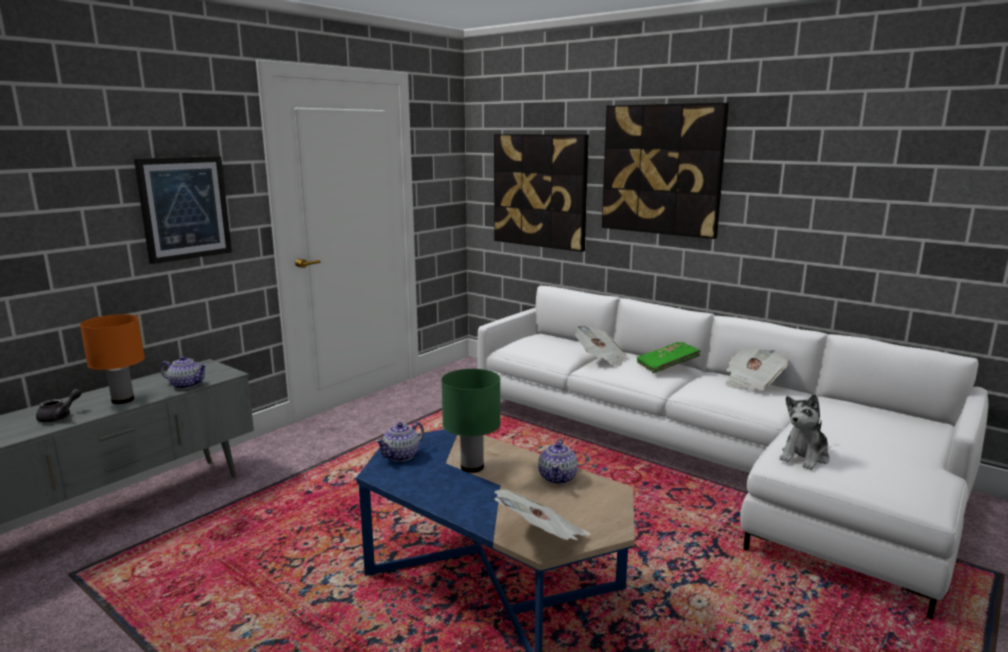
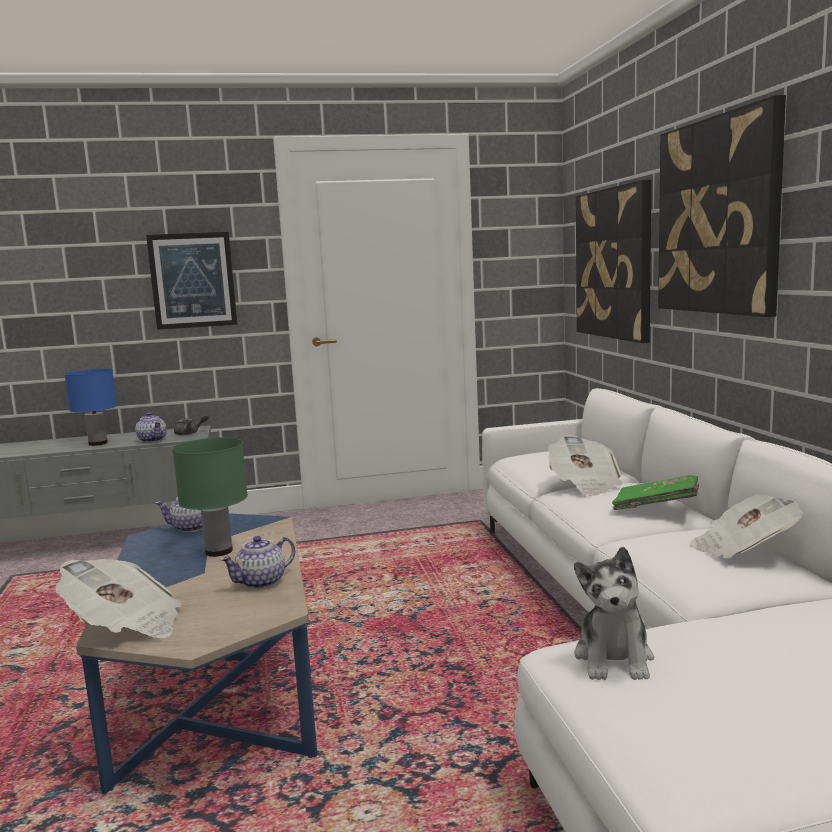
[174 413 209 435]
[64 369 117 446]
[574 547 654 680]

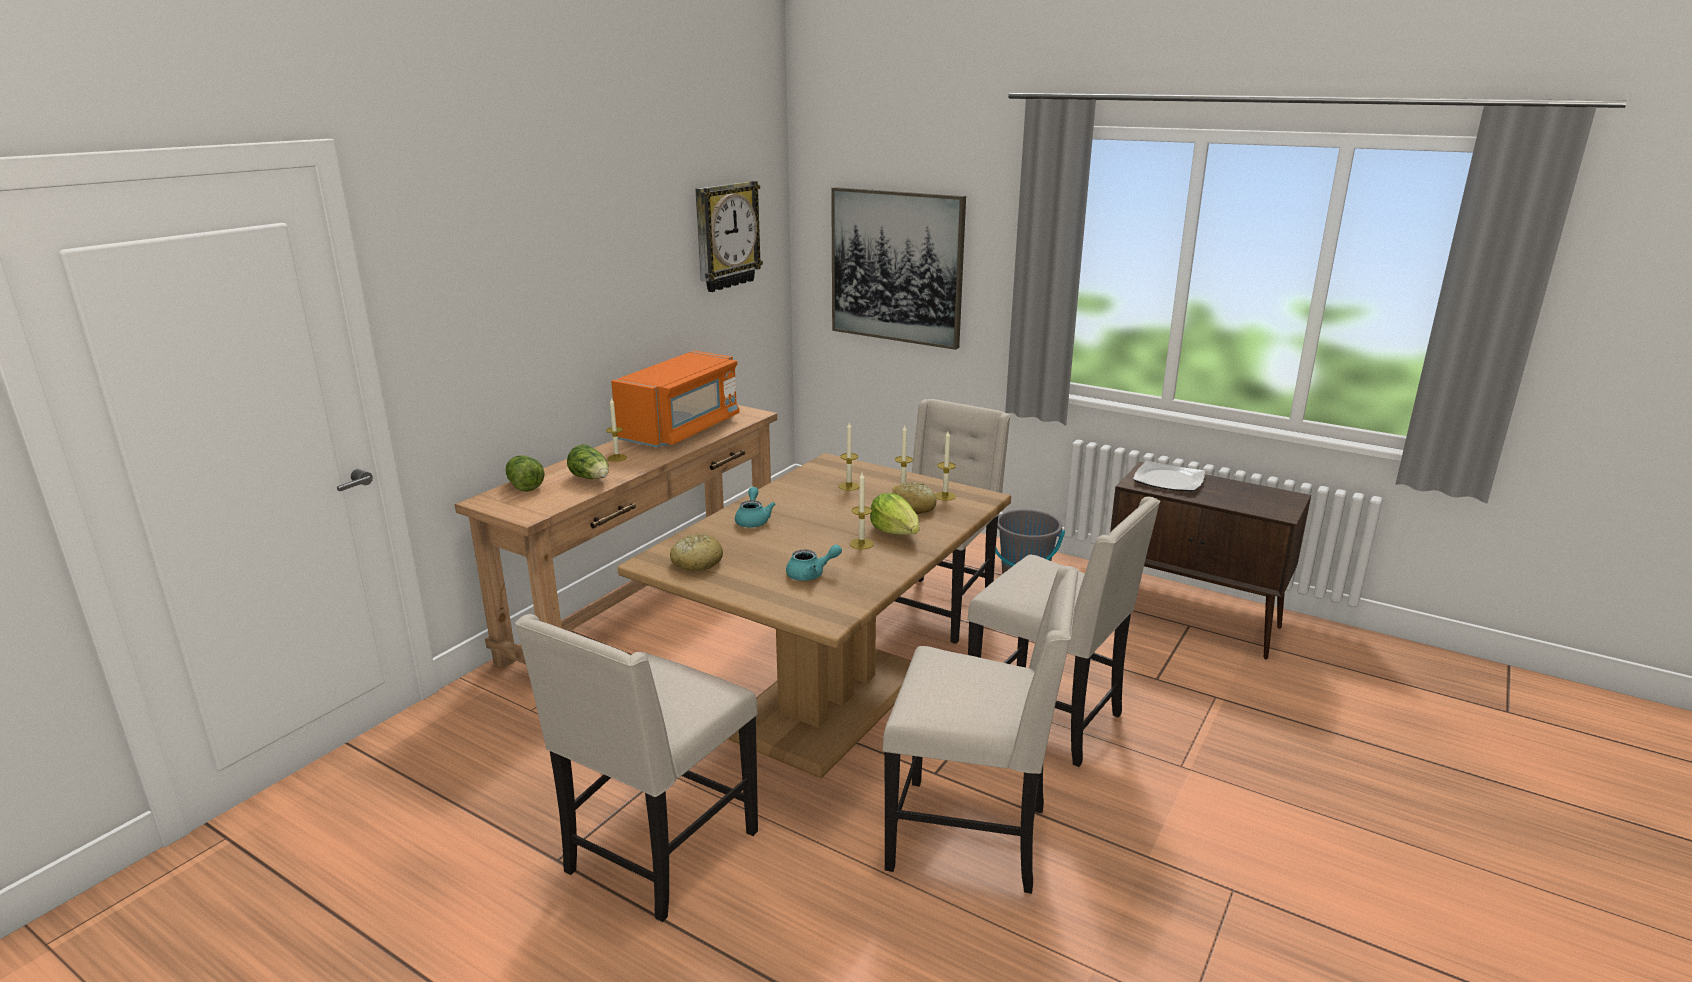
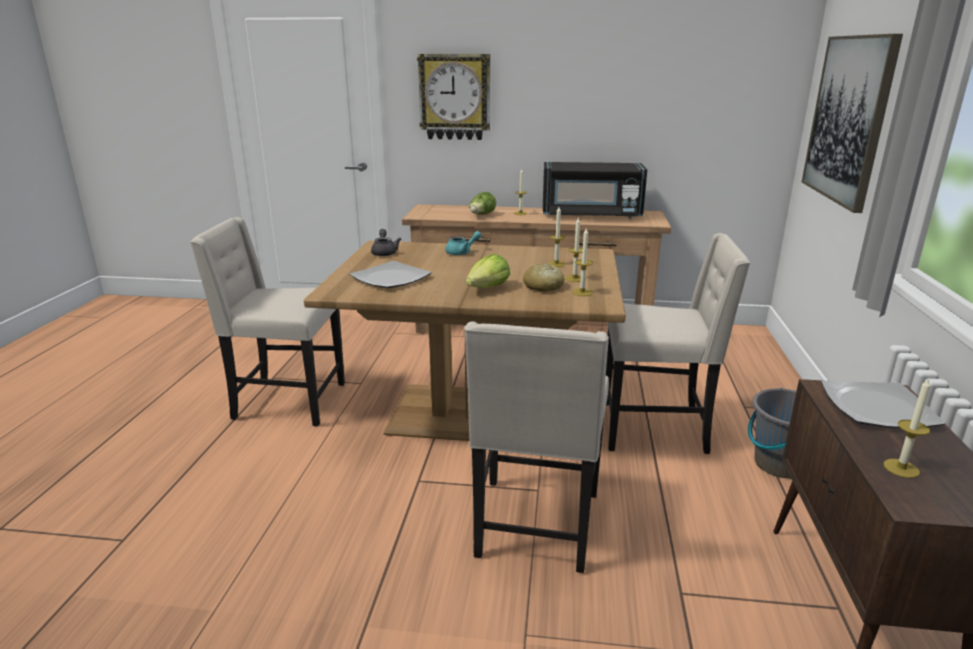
[506 455 544 492] (first image)
[883 566 1079 894] (first image)
[417 54 490 140]
[883 377 930 478]
[371 229 401 256]
[349 261 432 288]
[543 162 647 219]

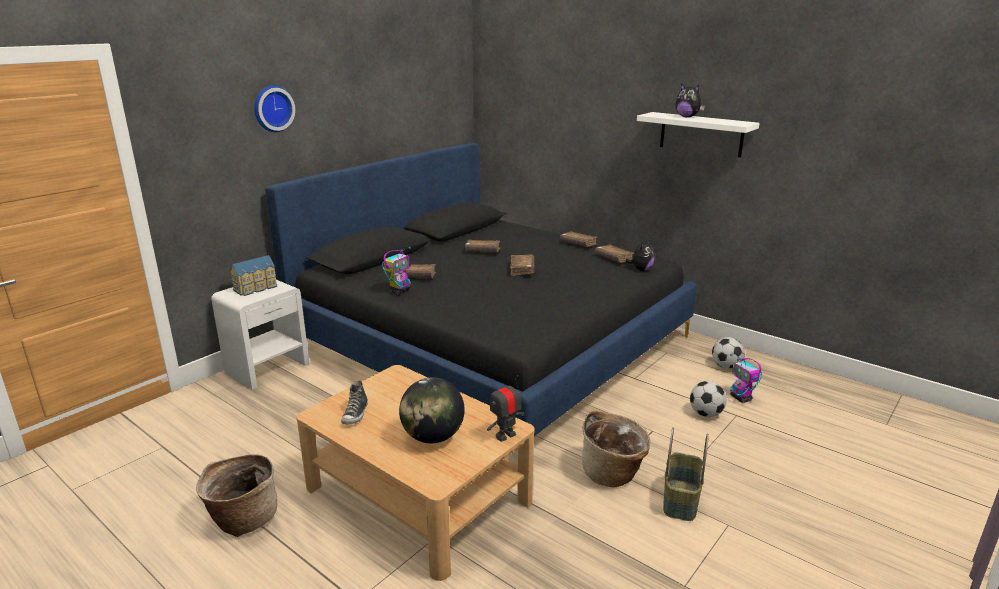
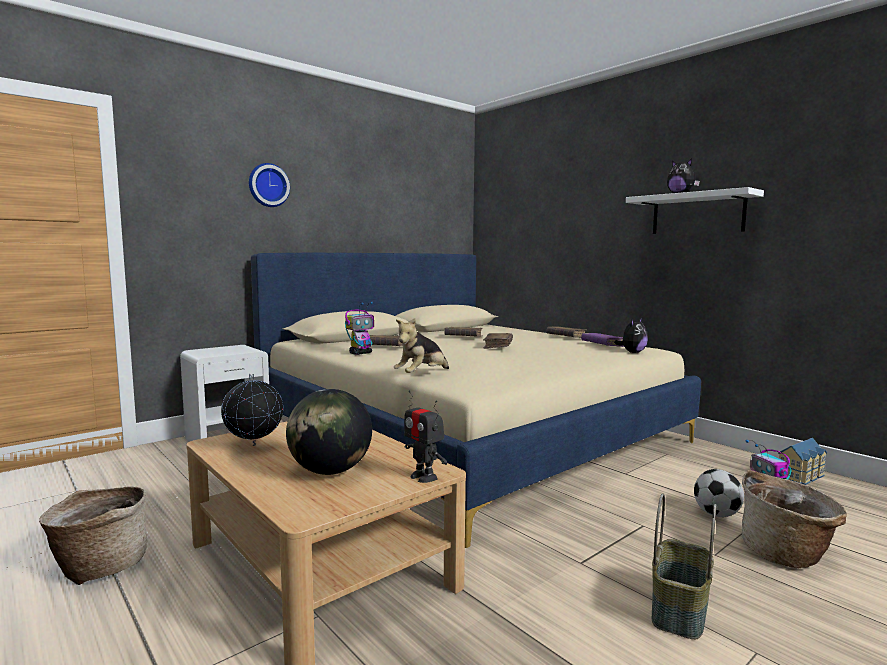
[712 337 745 369] (first image)
[394 318 449 373]
[778 437 827 485]
[742 470 847 568]
[221 374 283 446]
[251 253 701 548]
[581 333 624 347]
[404 391 447 483]

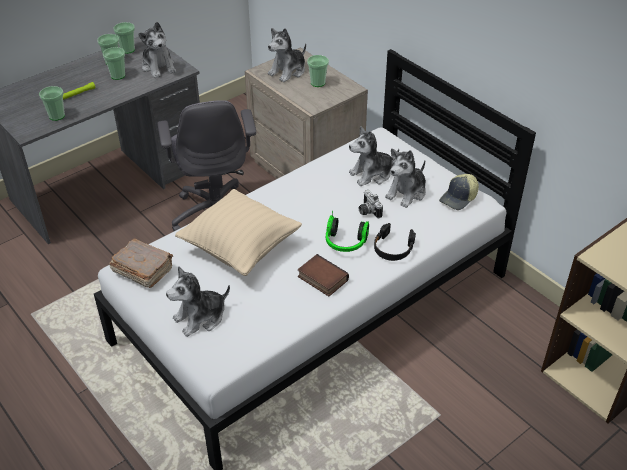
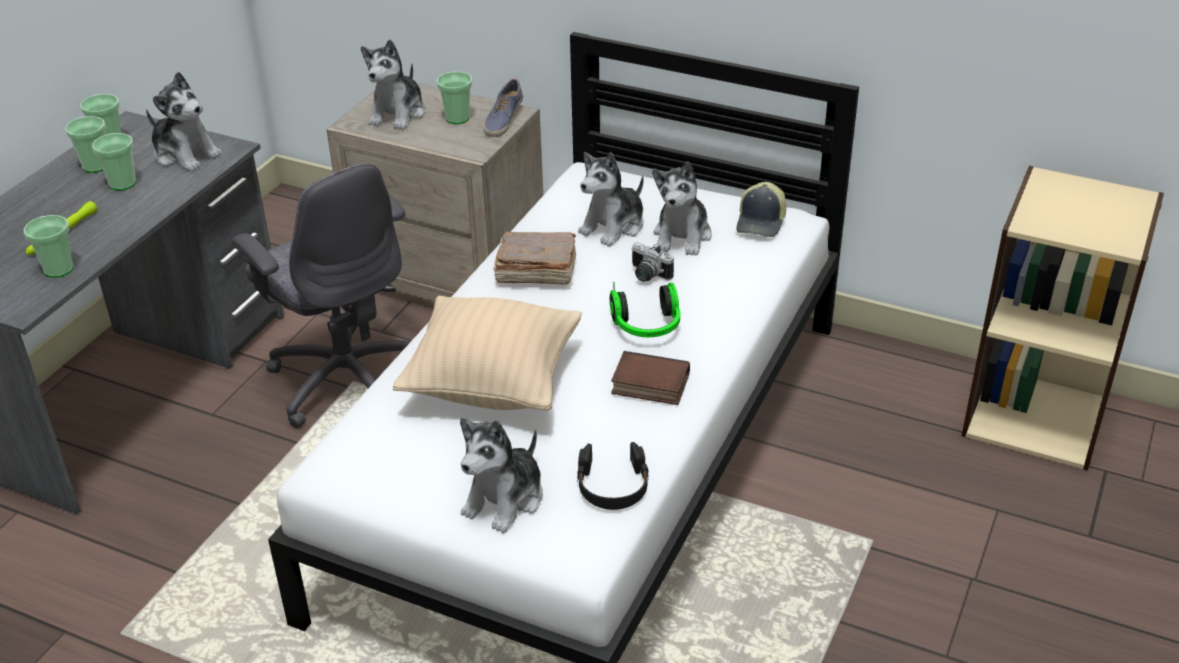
[484 79 523 137]
[494 231 576 284]
[577 442 648 510]

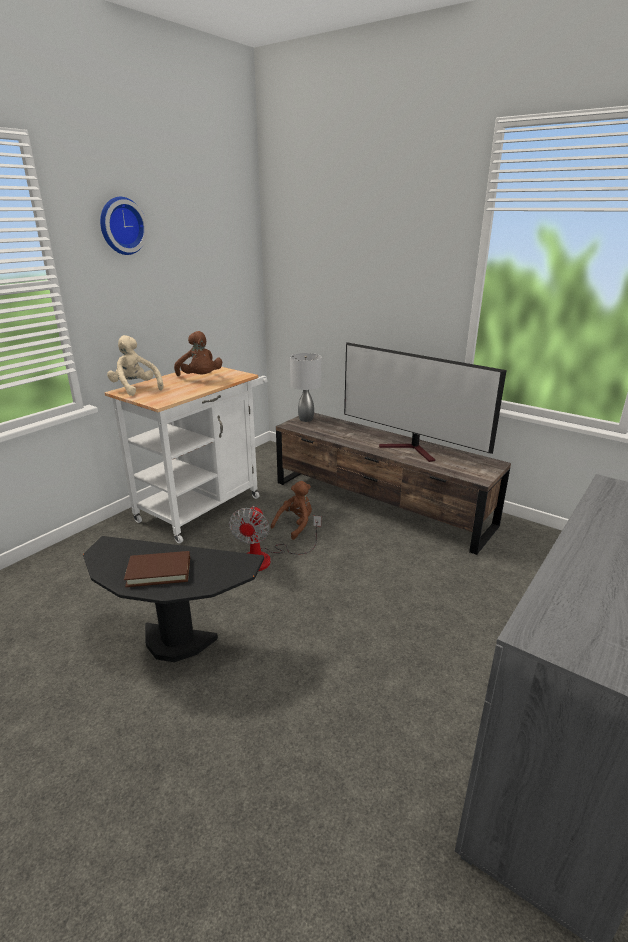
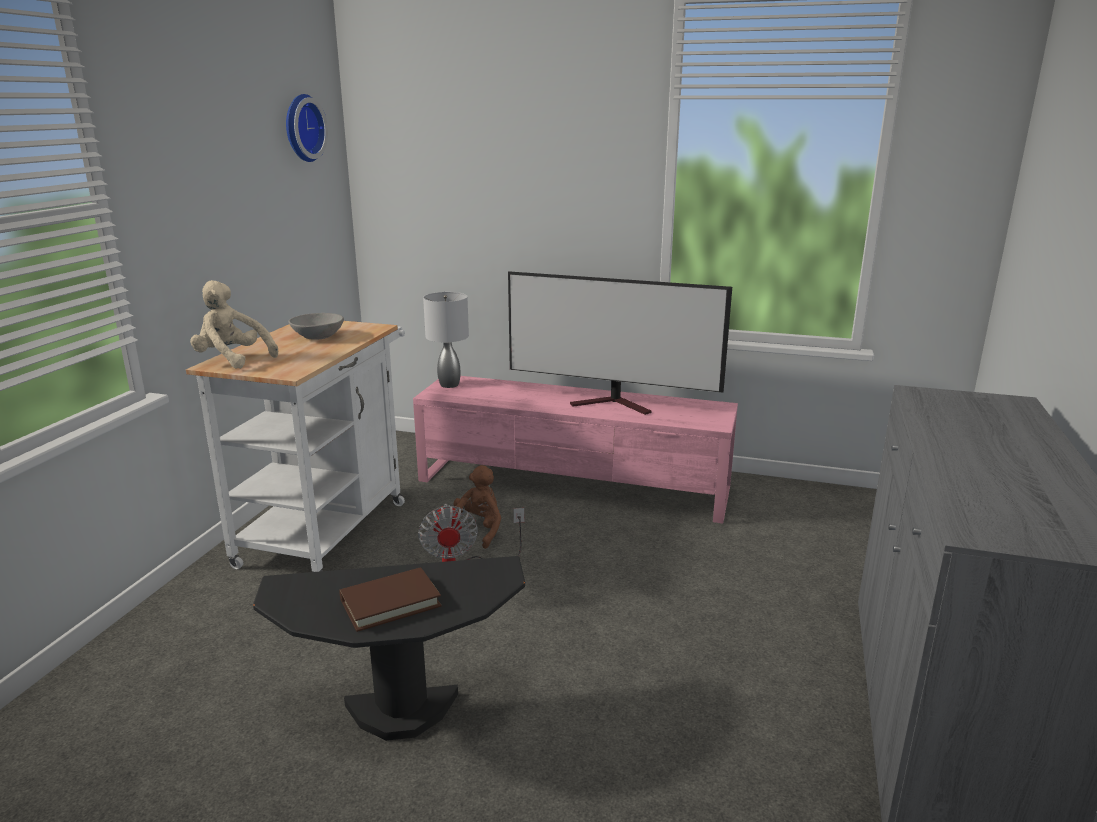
[286 94 328 162]
[289 313 344 340]
[413 376 738 523]

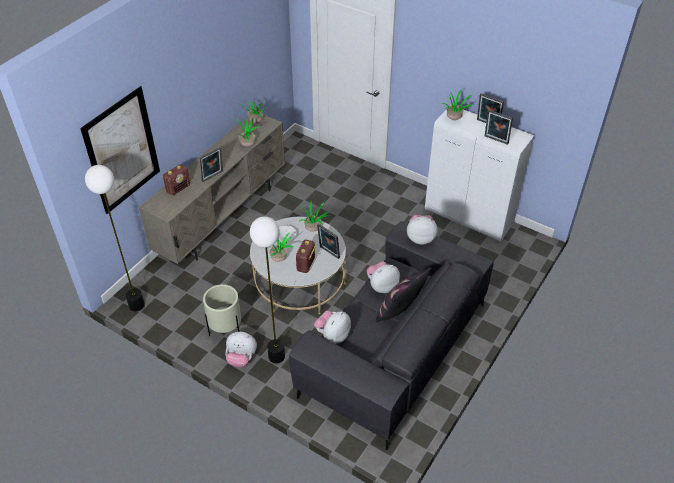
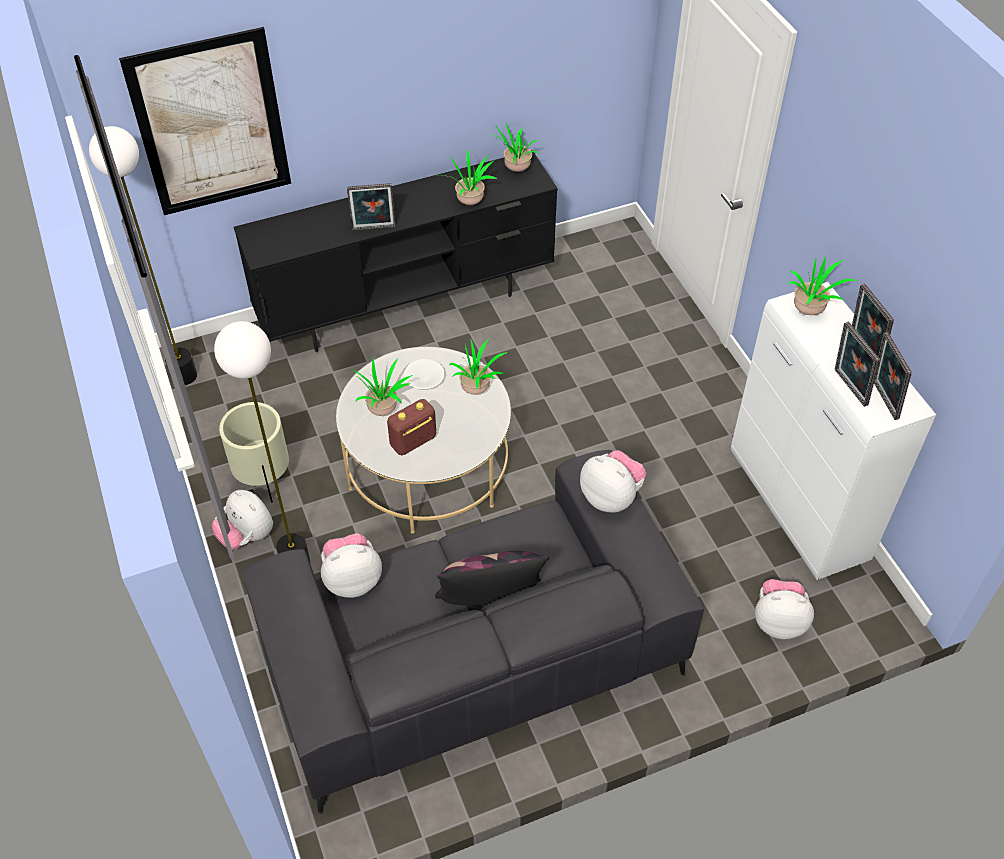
[163 164 190 195] (first image)
[874 332 912 420]
[755 579 814 639]
[234 150 558 352]

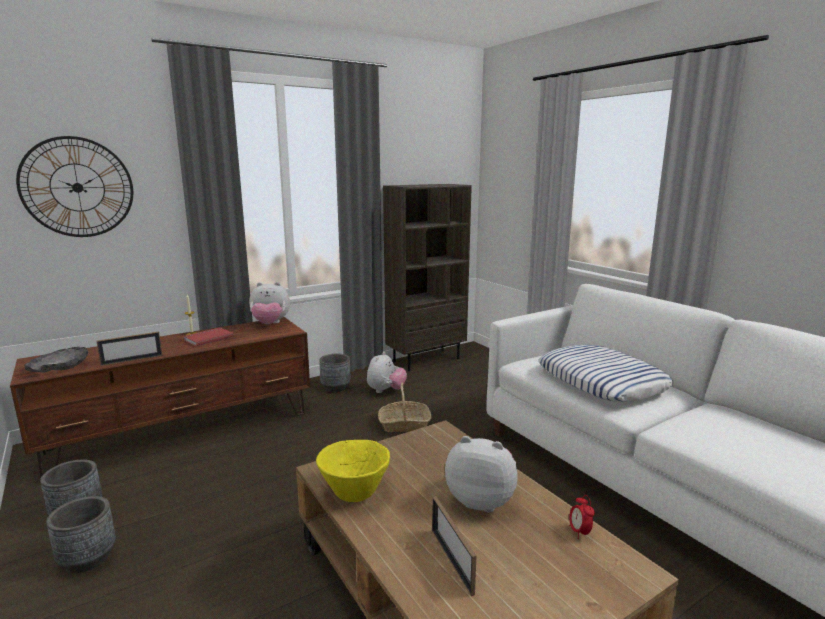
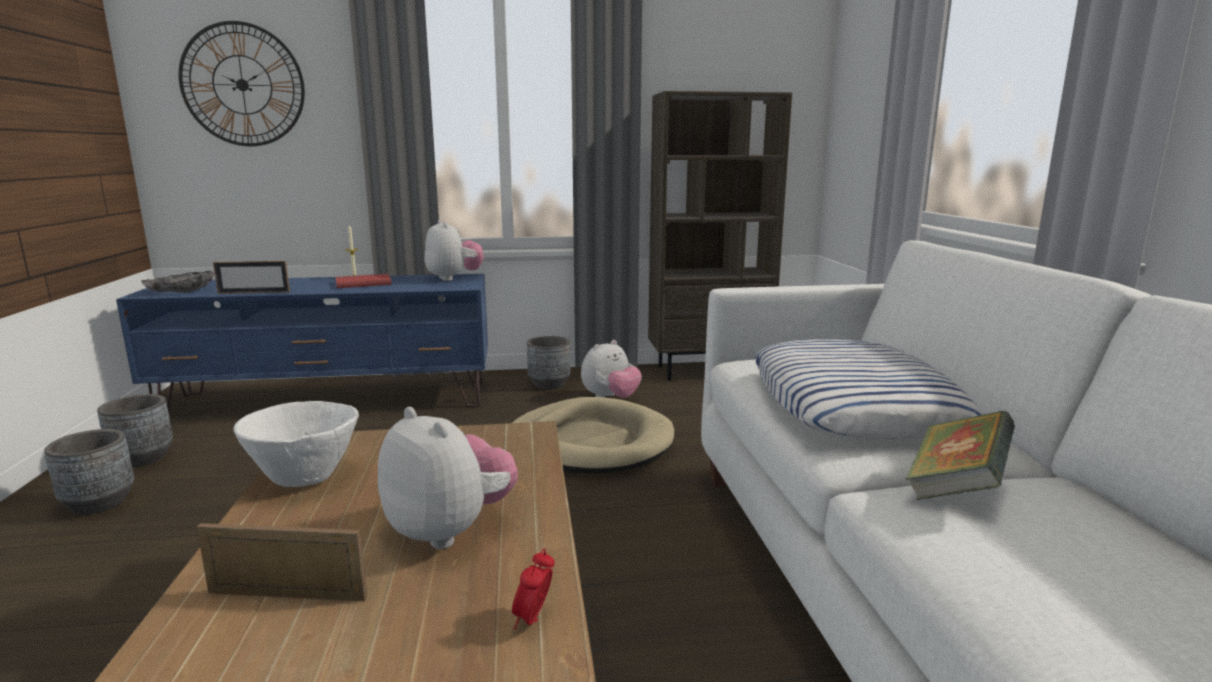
[906 411 1015 500]
[512 397 674 473]
[116 274 488 413]
[233 401 359 487]
[425 220 484 281]
[197 523 367 601]

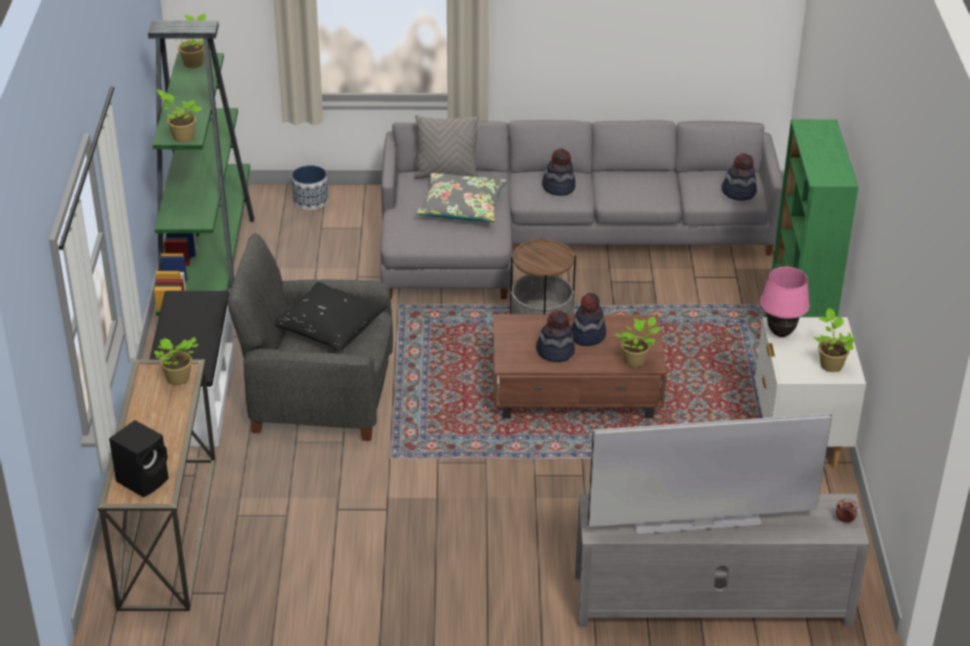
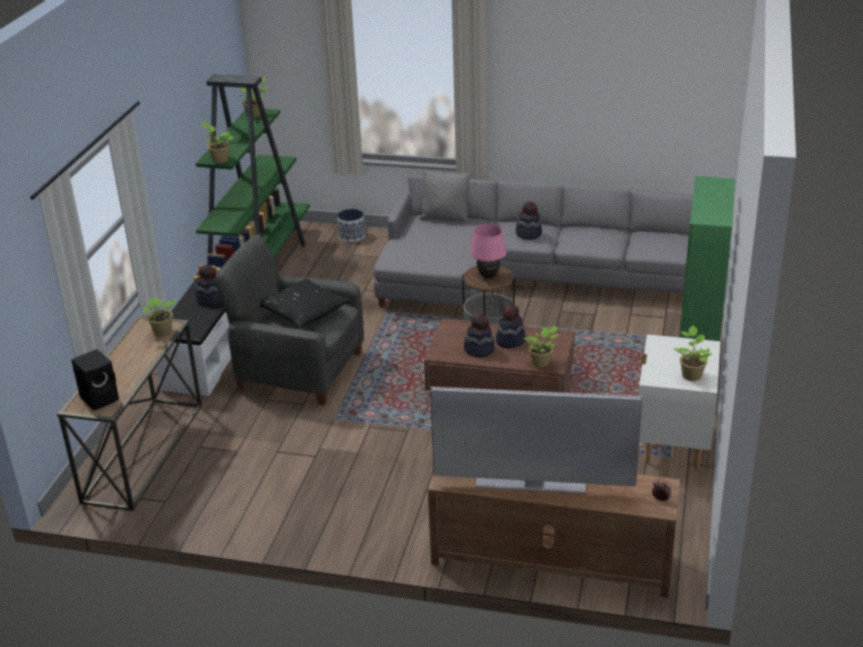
[416 173 507 222] (first image)
[196 265 222 306]
[470 224 507 279]
[427 473 680 598]

